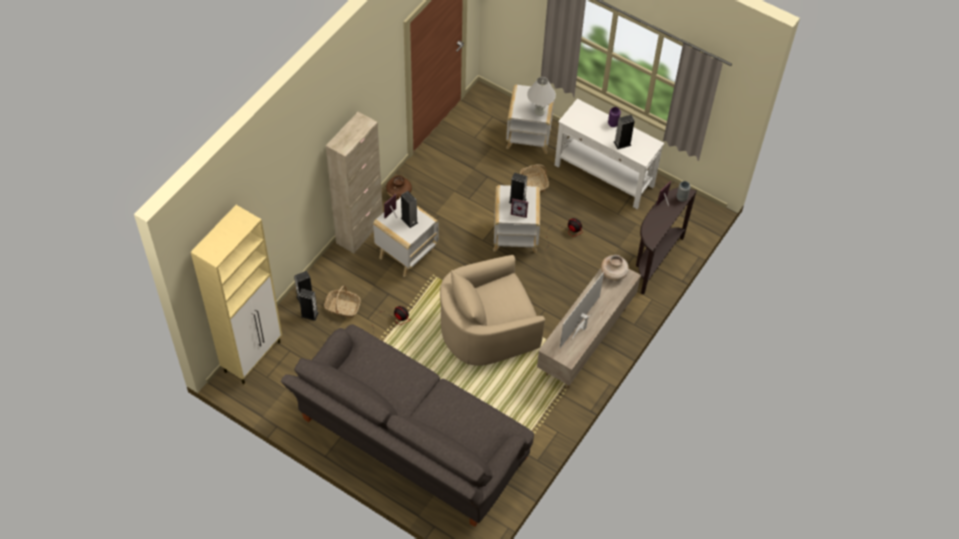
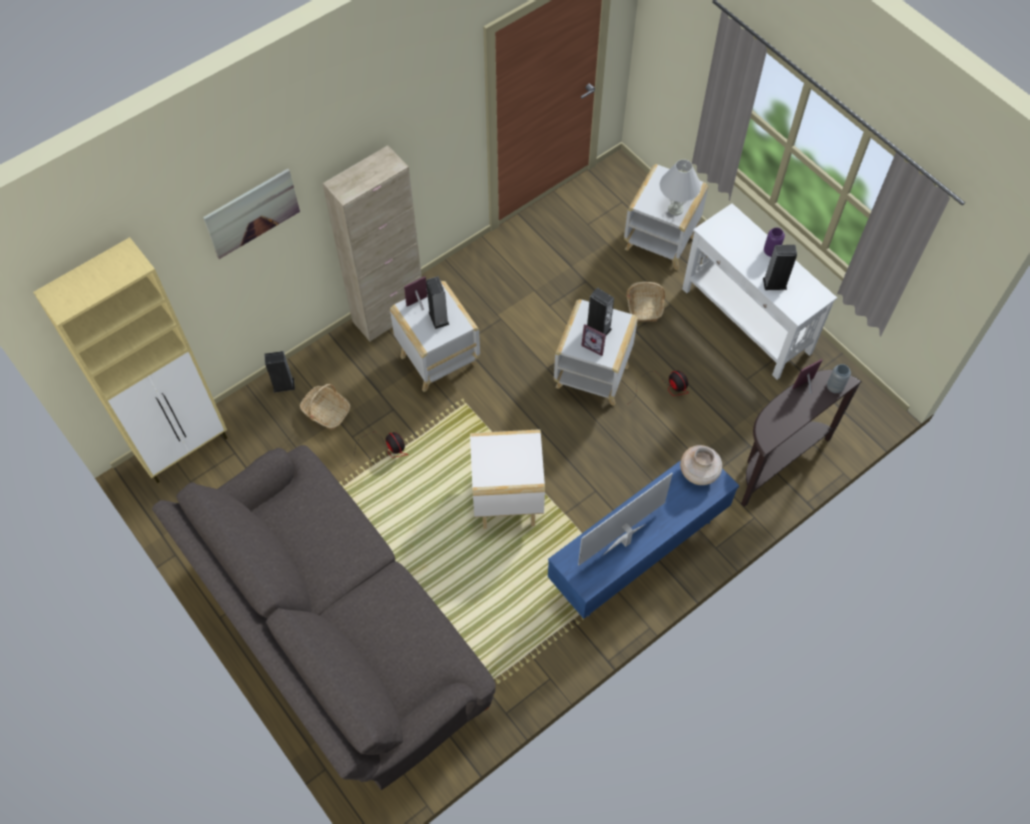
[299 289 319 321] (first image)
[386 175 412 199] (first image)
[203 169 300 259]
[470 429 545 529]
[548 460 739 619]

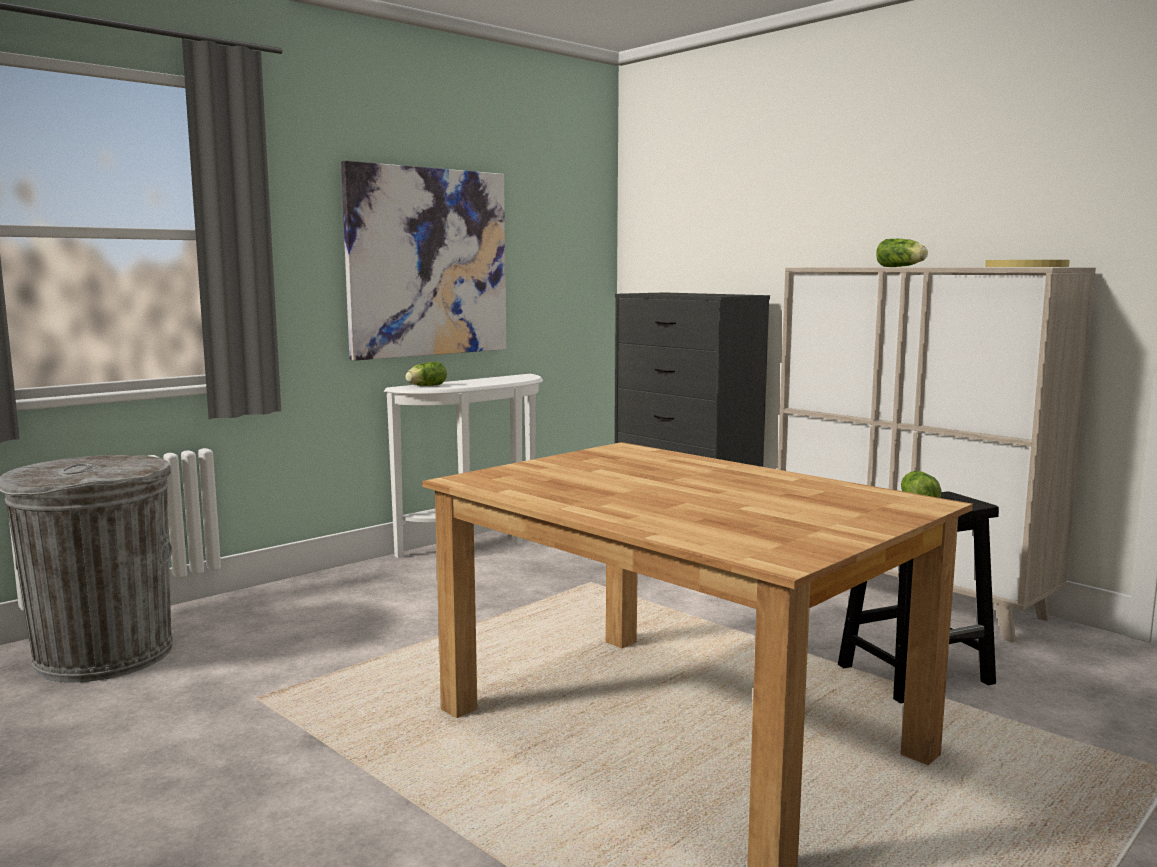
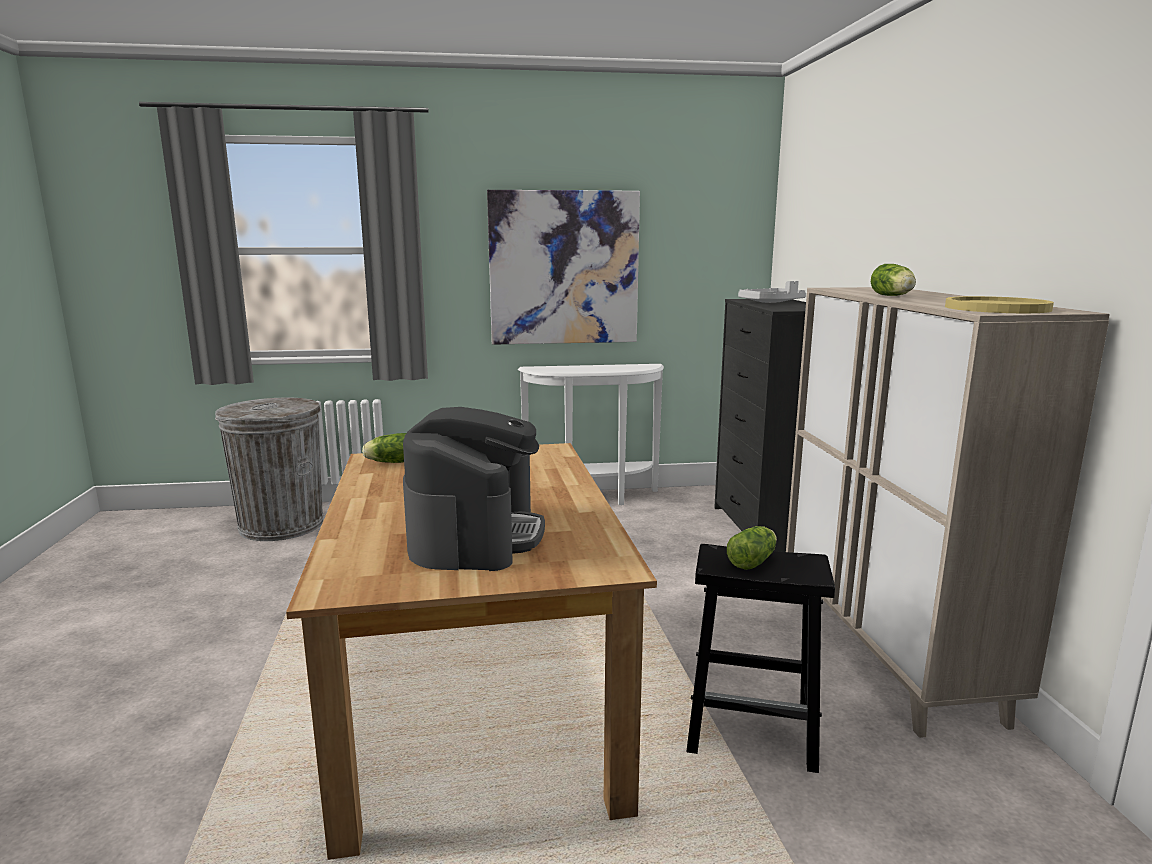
[403 407 545 571]
[738 281 806 303]
[362 433 406 463]

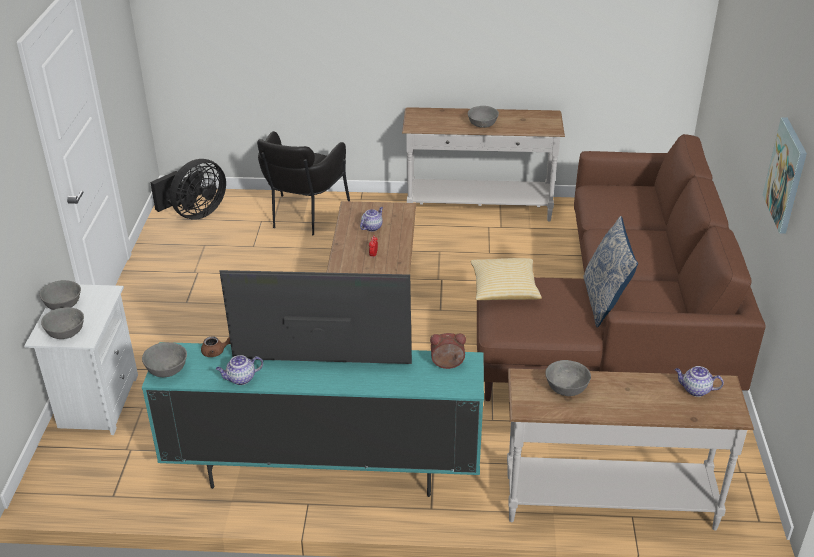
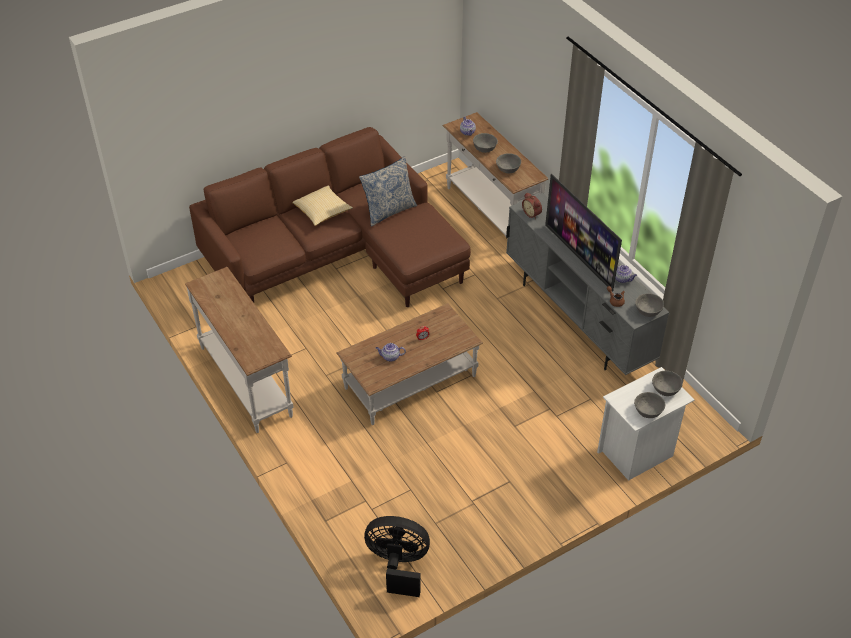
[257 131 350 235] (first image)
[763 118 807 234] (first image)
[473 133 498 153]
[292 186 353 226]
[506 193 669 375]

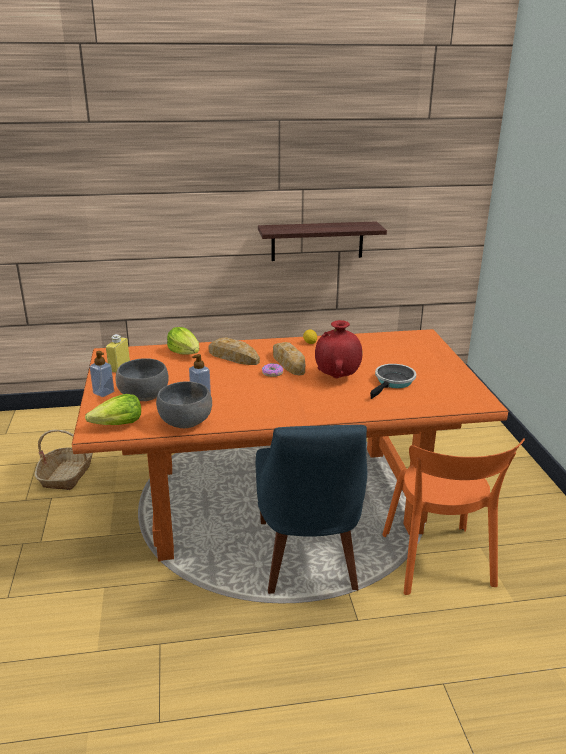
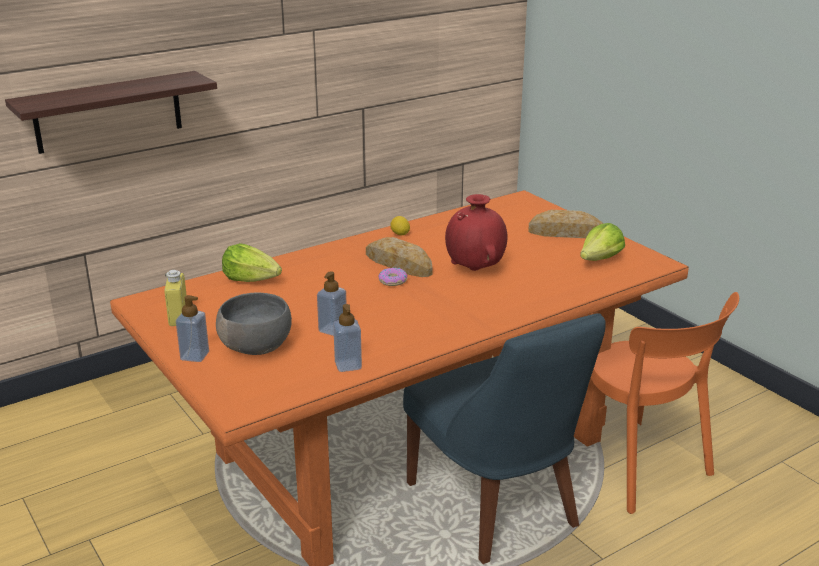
[35 430 93 490] (first image)
[370 364 416 399] (first image)
[580 223 625 261]
[528 210 603 238]
[5 71 217 154]
[333 304 362 372]

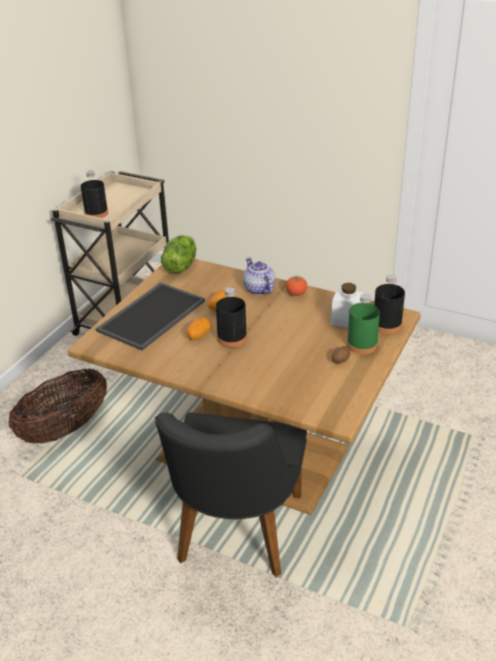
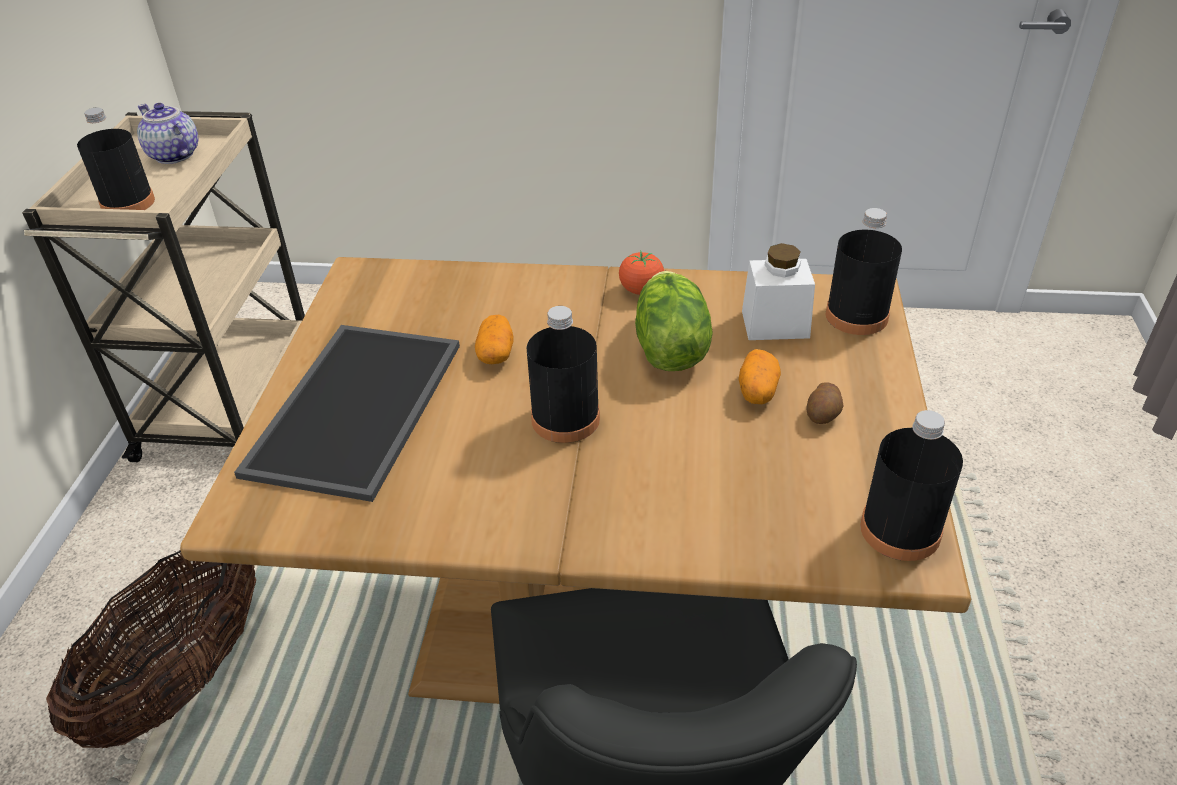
[347 293 380 354] (first image)
[860 410 963 561]
[635 271 713 371]
[738 349 781 404]
[137 103 198 164]

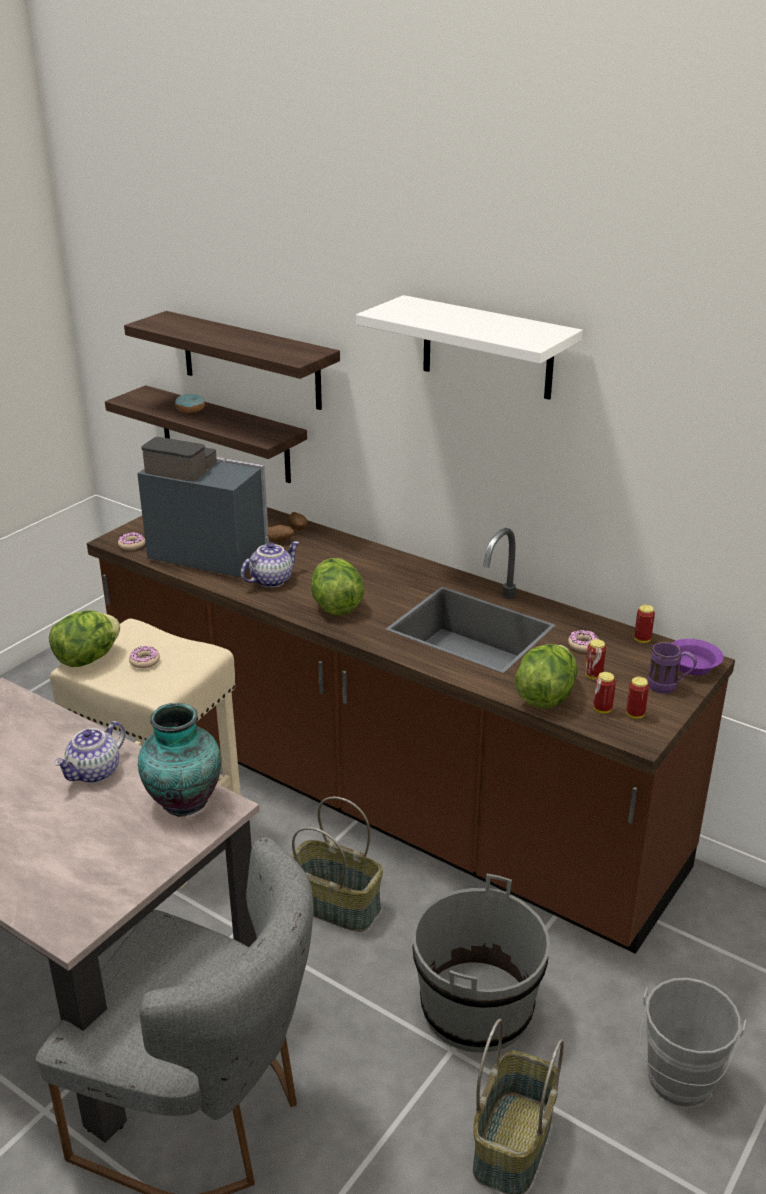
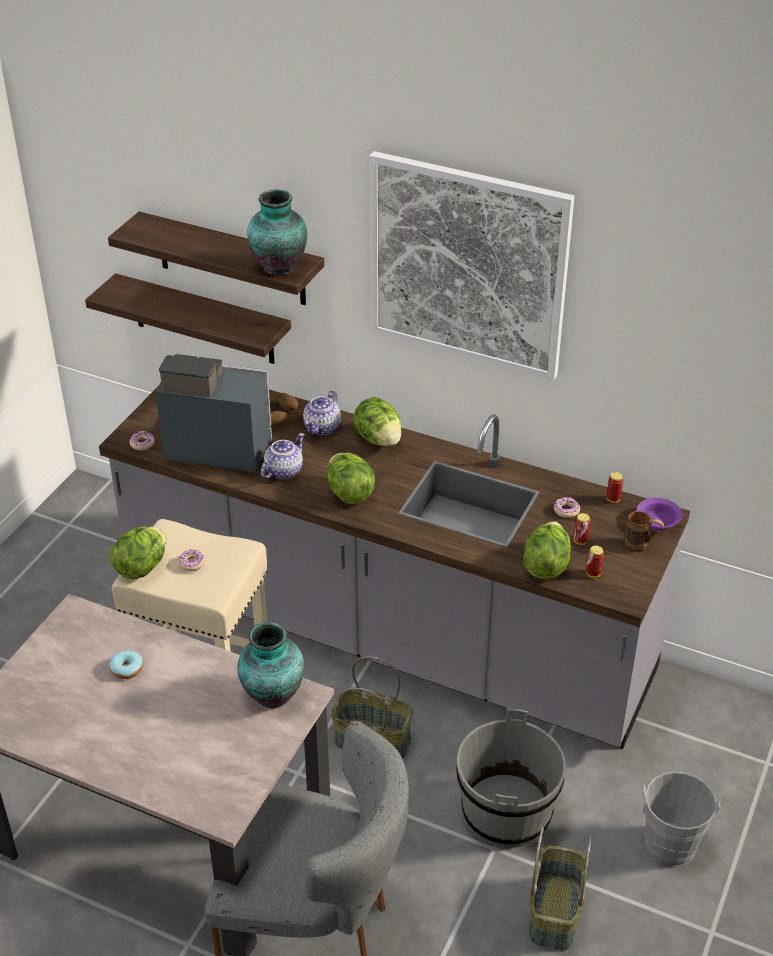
[626 677 649 719] (first image)
[247 190 307 275]
[353 397 401 446]
[303 390 341 435]
[109 650 143 679]
[370 151 575 380]
[99 387 690 749]
[625 511 665 552]

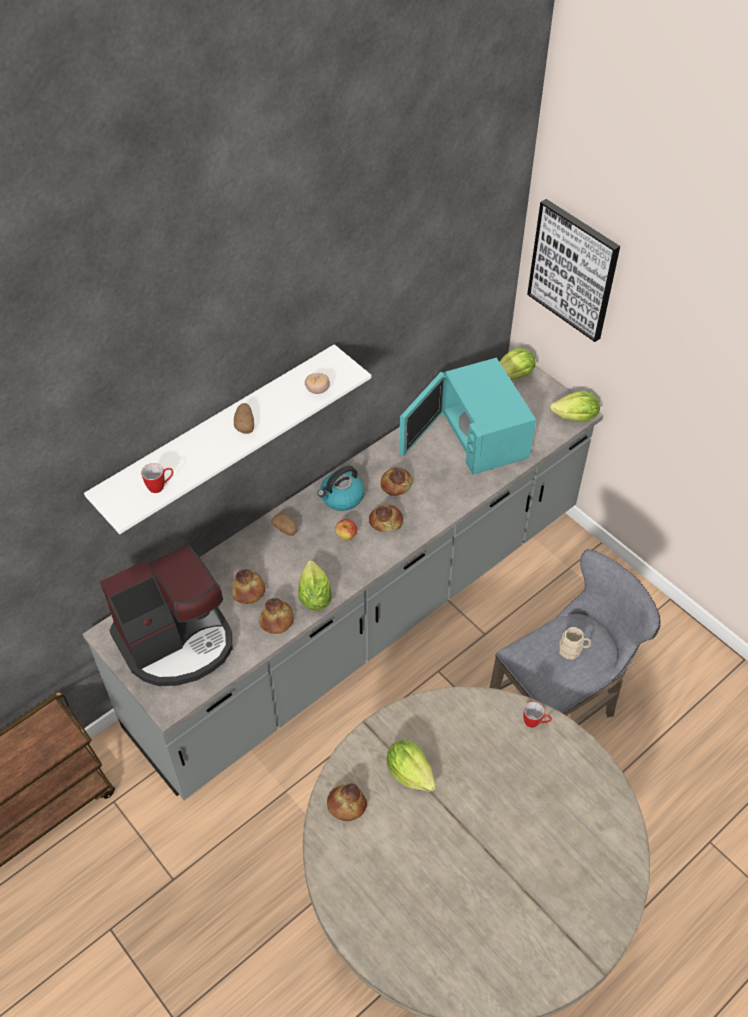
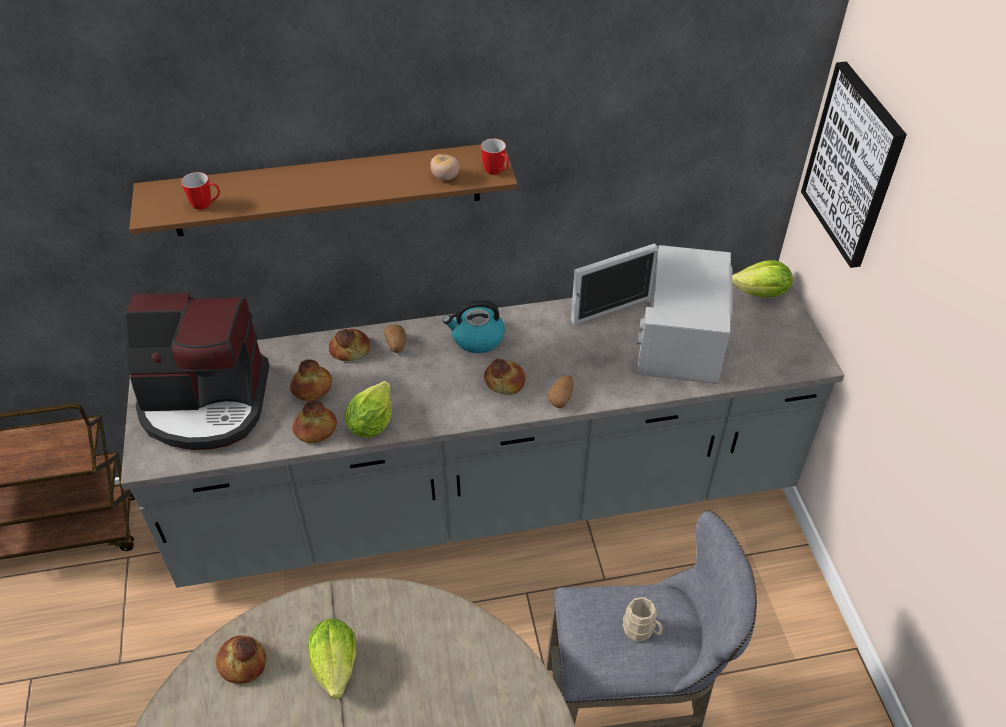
[335 519 357 540] (first image)
[550 391 600 422] (first image)
[548 375 574 408]
[329 329 370 361]
[481 138 509 175]
[129 144 517 236]
[571 243 732 384]

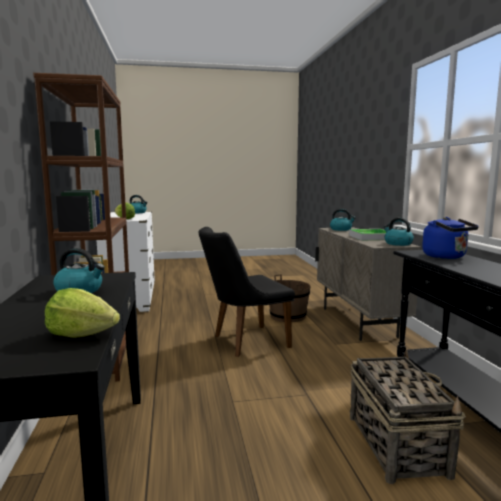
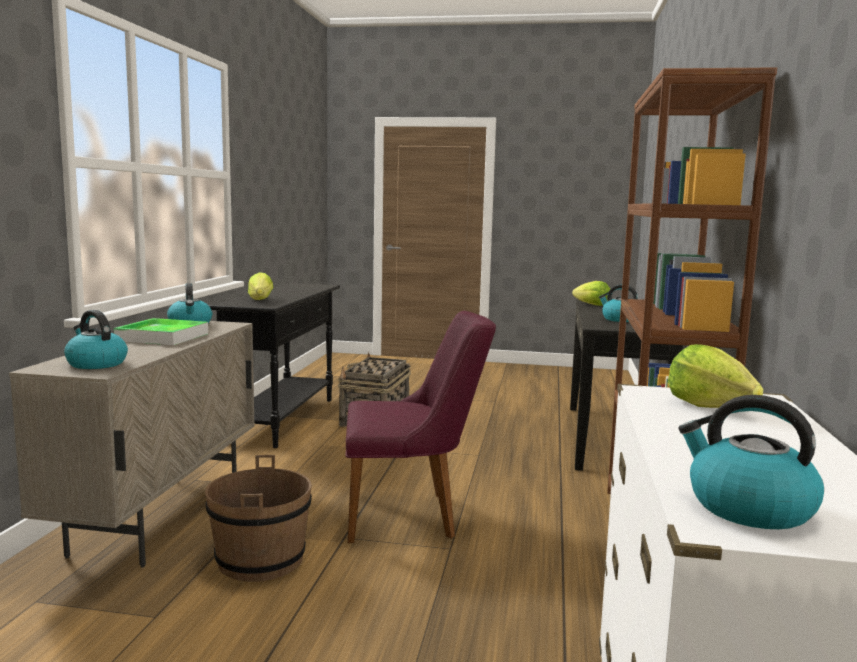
[248 272 273 300]
[345 311 496 543]

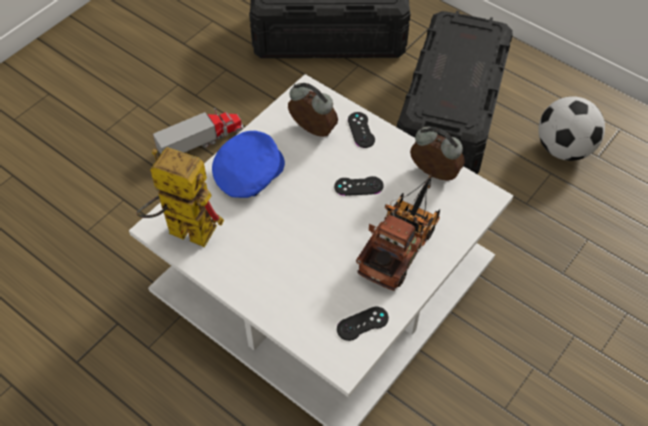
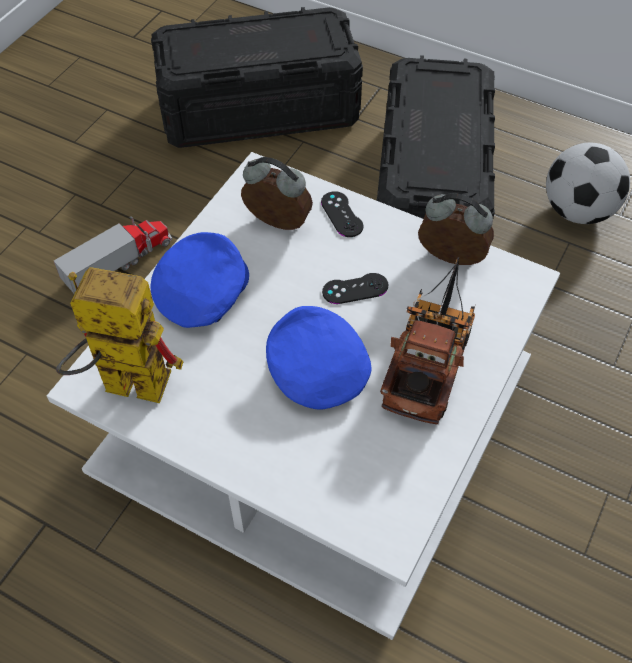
[337 307 389 341] (first image)
[266 306 372 410]

